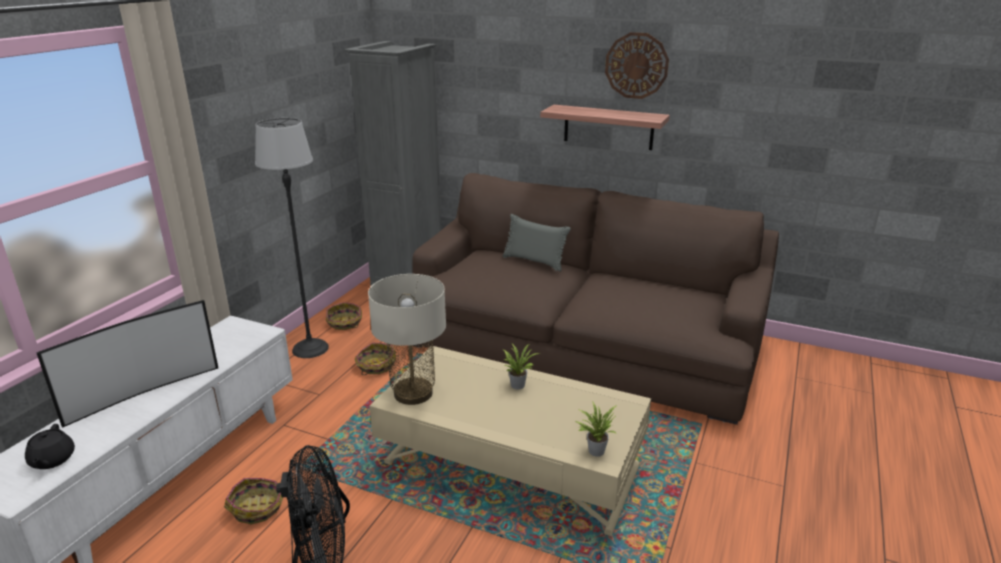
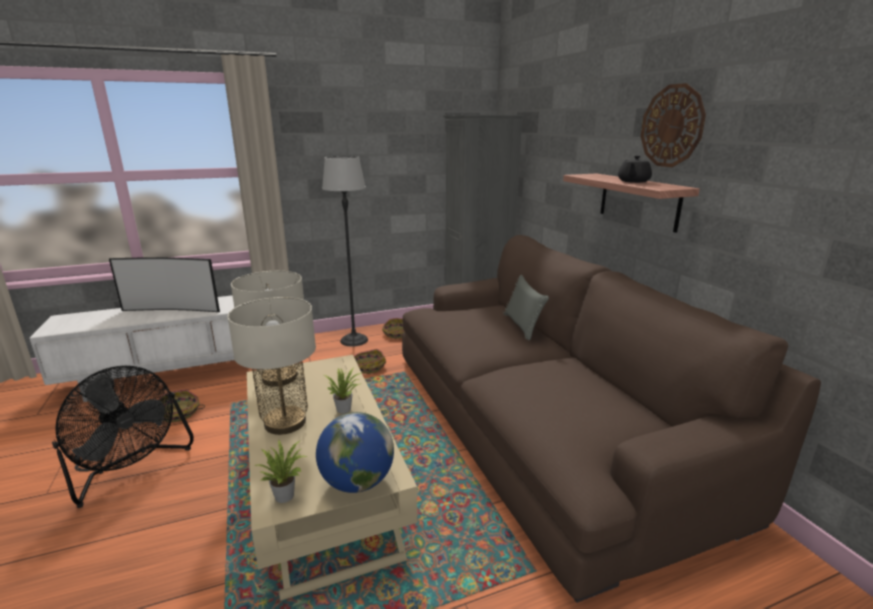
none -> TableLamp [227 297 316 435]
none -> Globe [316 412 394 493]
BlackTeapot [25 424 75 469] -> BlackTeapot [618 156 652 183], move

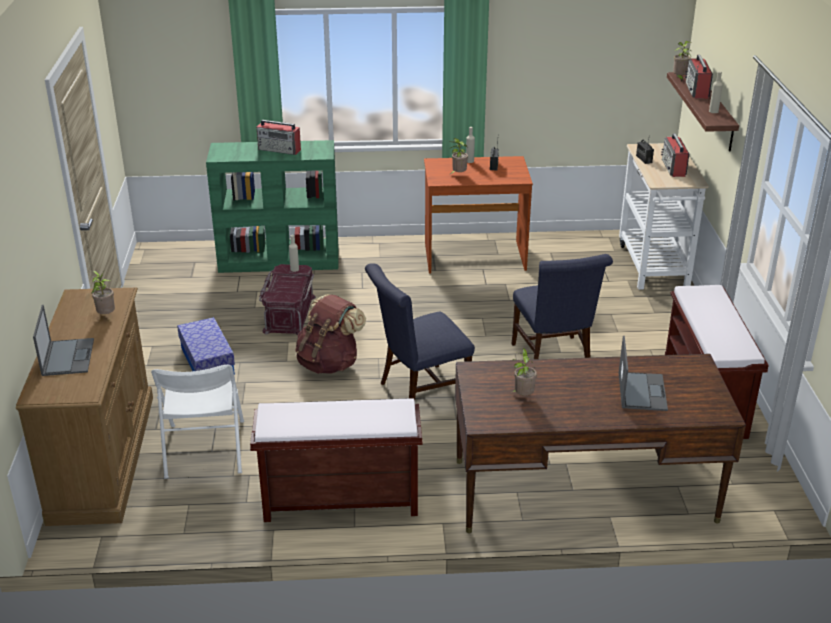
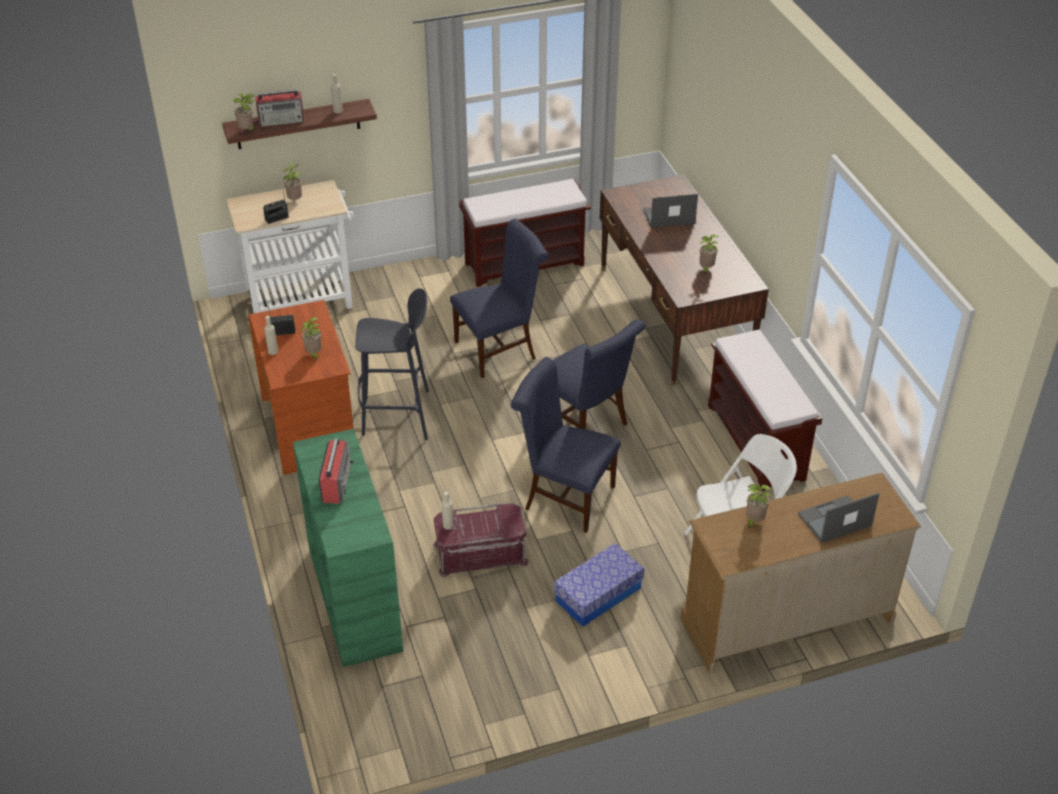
none -> GreyStool [355 289 429 440]
BrownBackpack [295 294 366 374] -> BlueChair [511 357 621 533]
Radio [661 133 689 177] -> PottedPlant [283 162 302 200]

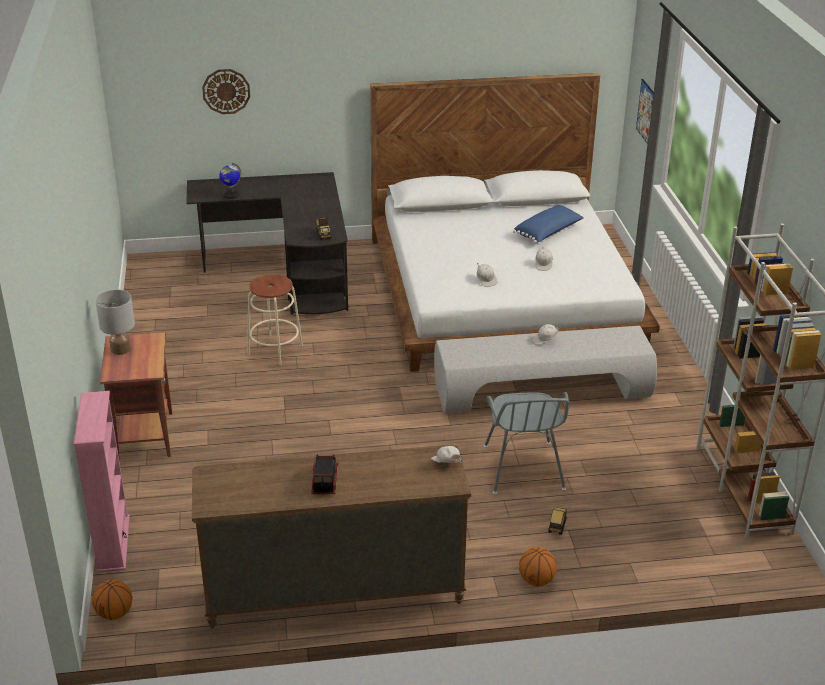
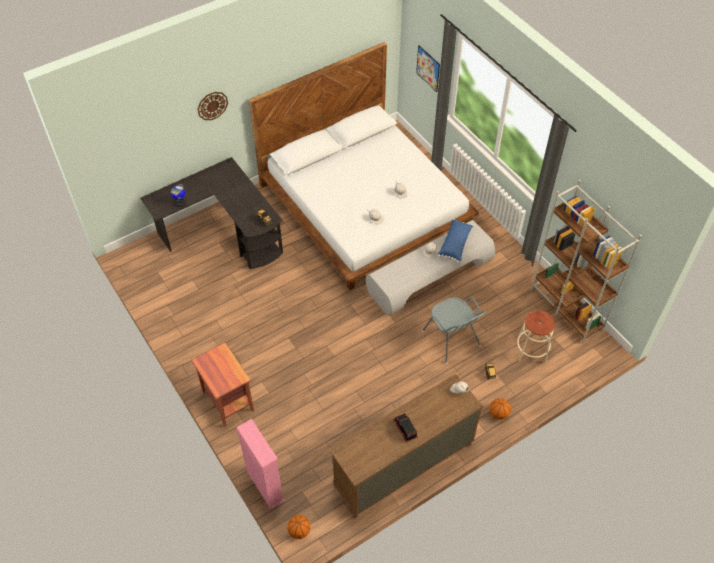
GreyTableLamp [95 290 135 355] -> none
WallClock [202 69 250 114] -> WallClock [198 92 228 120], move
BeigeStool [247 274 303 366] -> BeigeStool [517 311 555 364], move
BluePillow [513 205 584 243] -> BluePillow [438 219 473 262], move

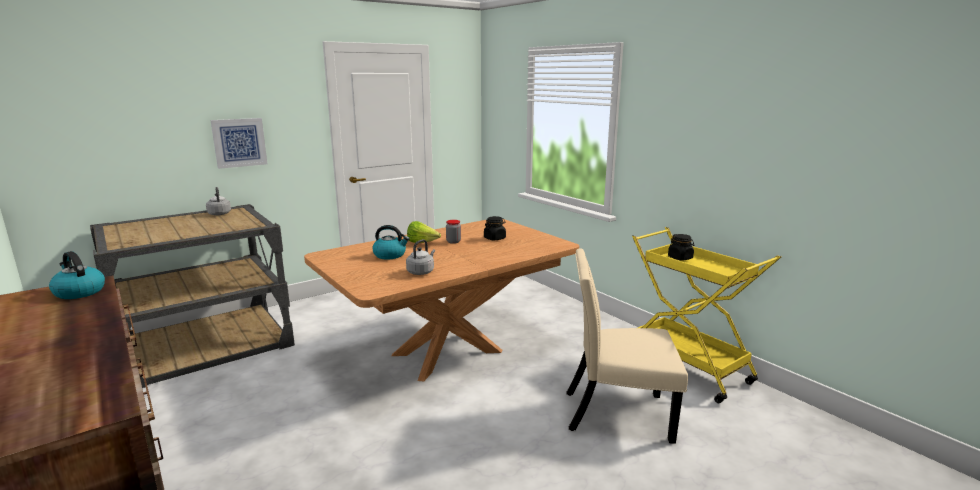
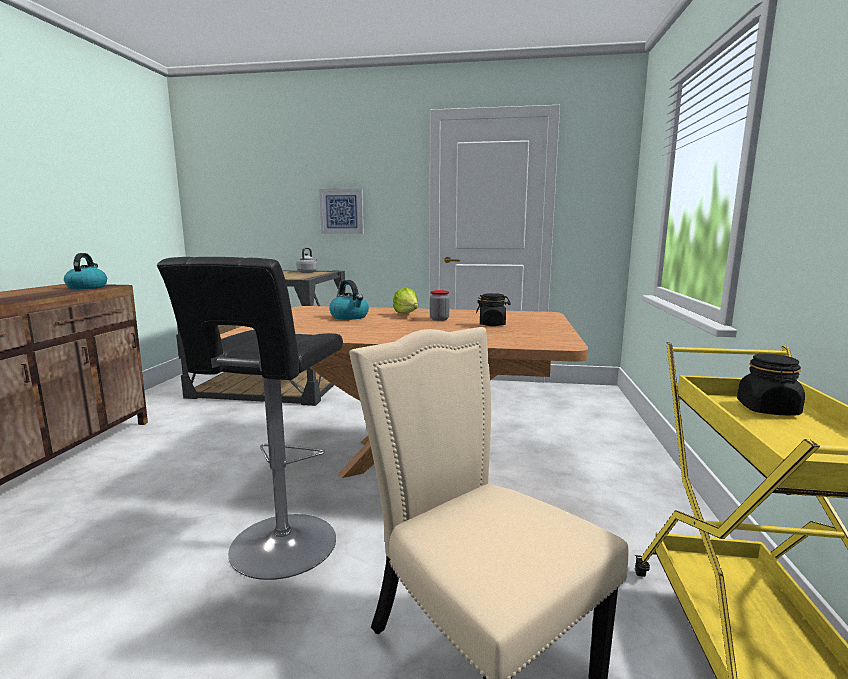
GreyKettle [406 239 435 275] -> none
none -> BlackStool [157 257 343 580]

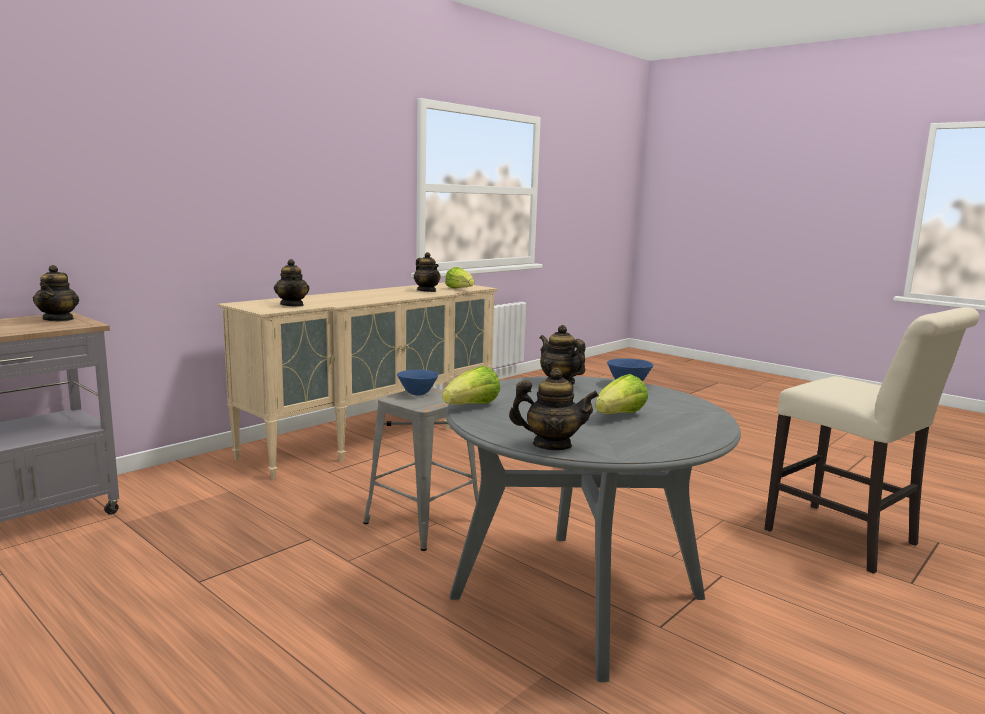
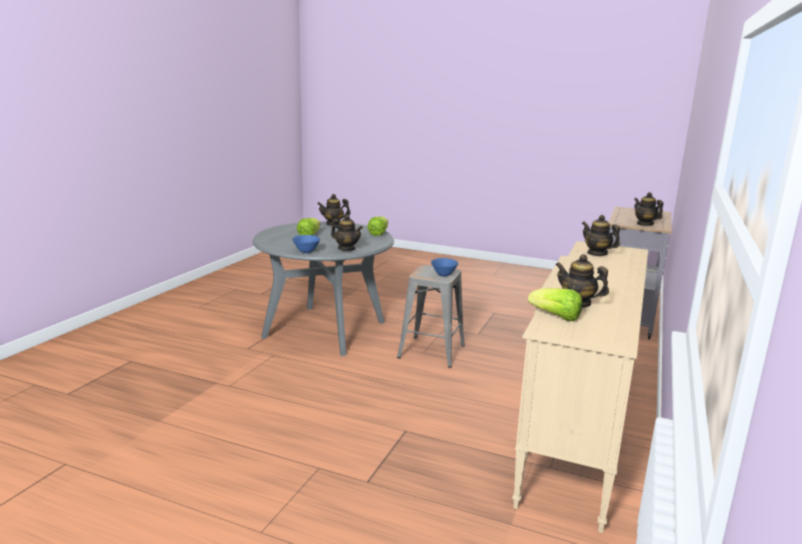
BeigeStool [764 307 979 574] -> none

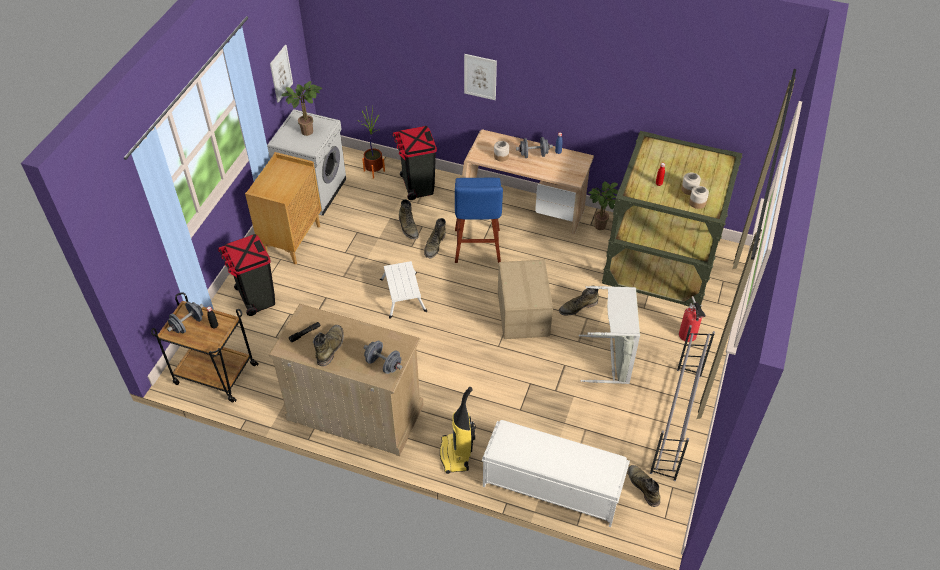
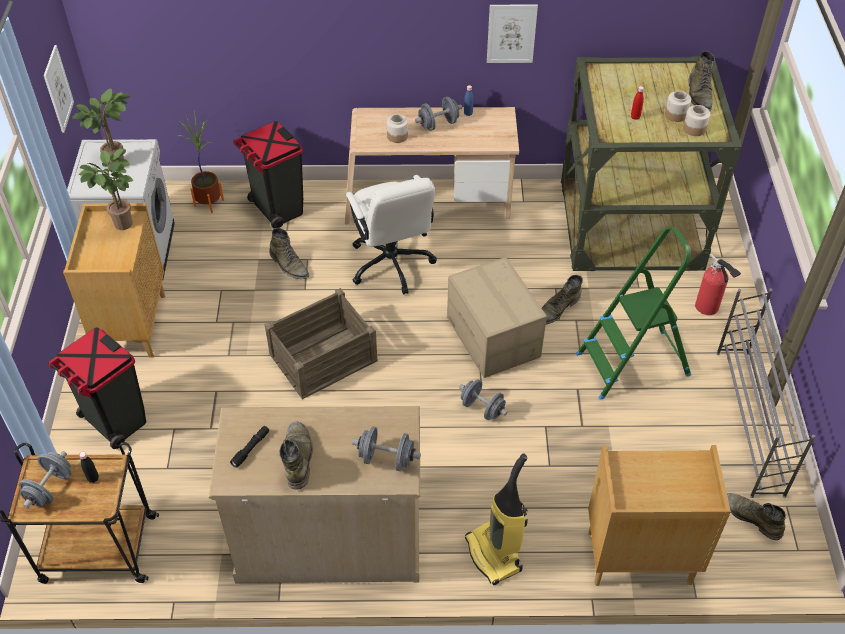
none -> GreyDumbbell [459 380 507 420]
GreenBoot [424 218 446 259] -> GreenBoot [688 51 715 111], move
Picture [464 54 497 100] -> Picture [487 5 538 63], move
PottedPlant [588 181 618 230] -> PottedPlant [79 149 133 230], move
WhiteStepLadder [380 261 427 319] -> Crate [265 288 378 399]
BlueStool [455 178 503 263] -> WhiteOfficeChair [346 175 437 295]
WhiteBench [482 420 630 527] -> BrownCabinet [588 445 731 586]
GreyLaundryBasket [579 286 640 384] -> GreenStepLadder [576 227 691 400]

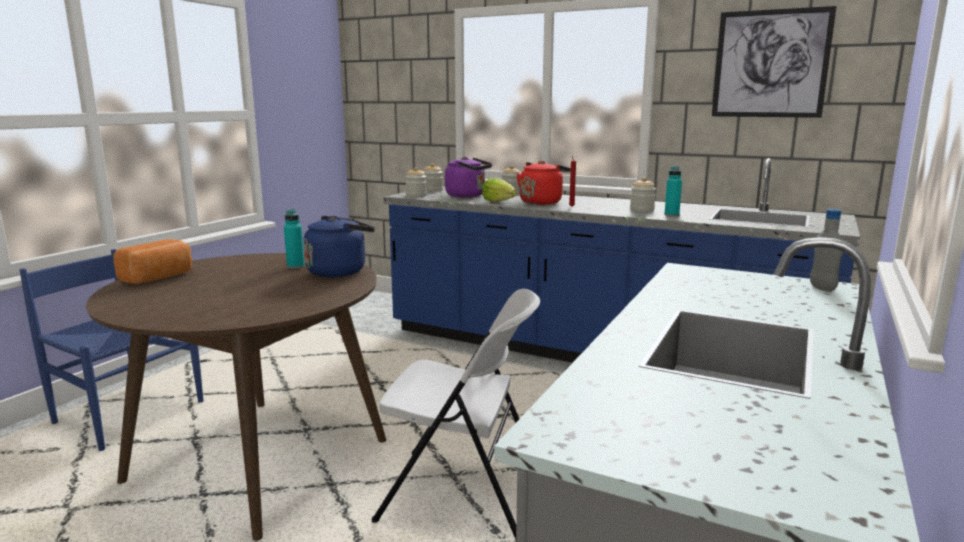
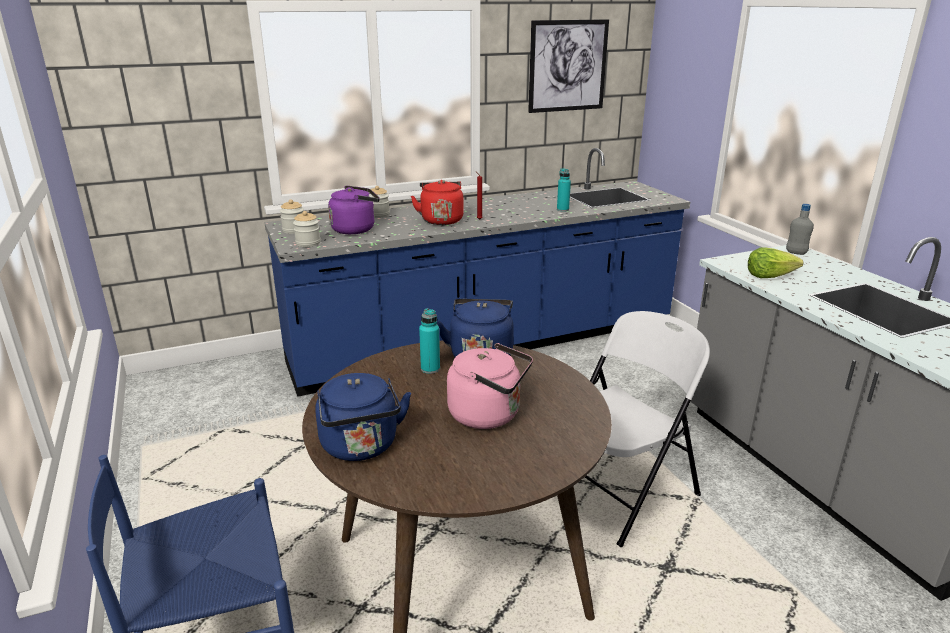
Jar [630 177 656 212] -> none
none -> PinkKettle [447 343 533 429]
Lettuce [482 178 517 202] -> Lettuce [748 247 803 278], move
Bread [114 239 192 284] -> BlueKettle [316 373 411 461]

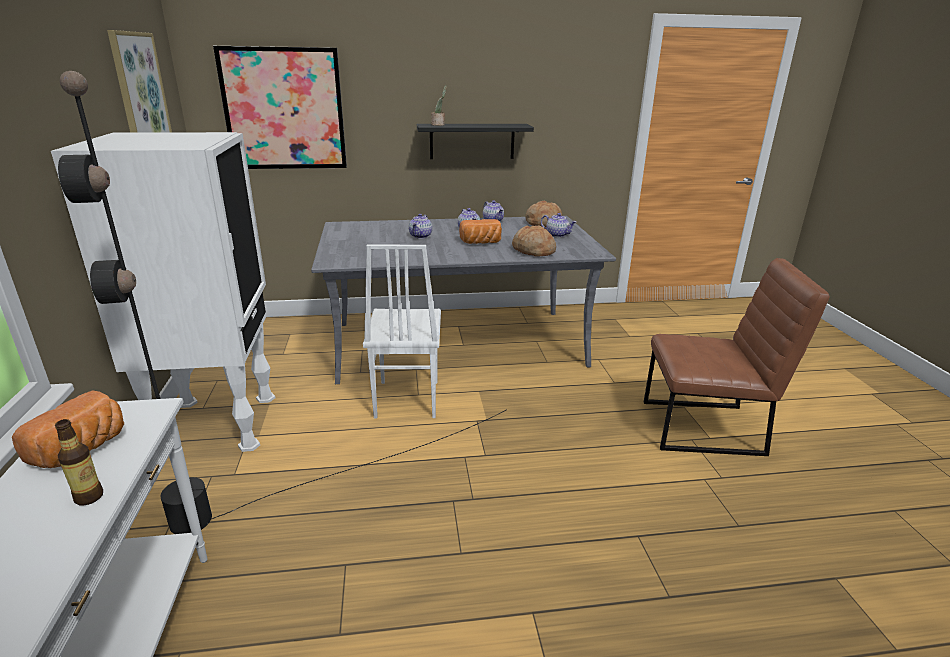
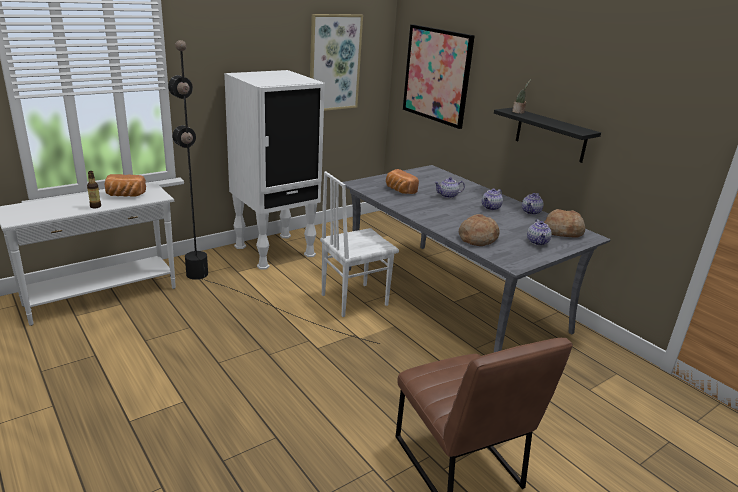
Bread [459 219 502 244] -> Bread [386 169 419 194], move

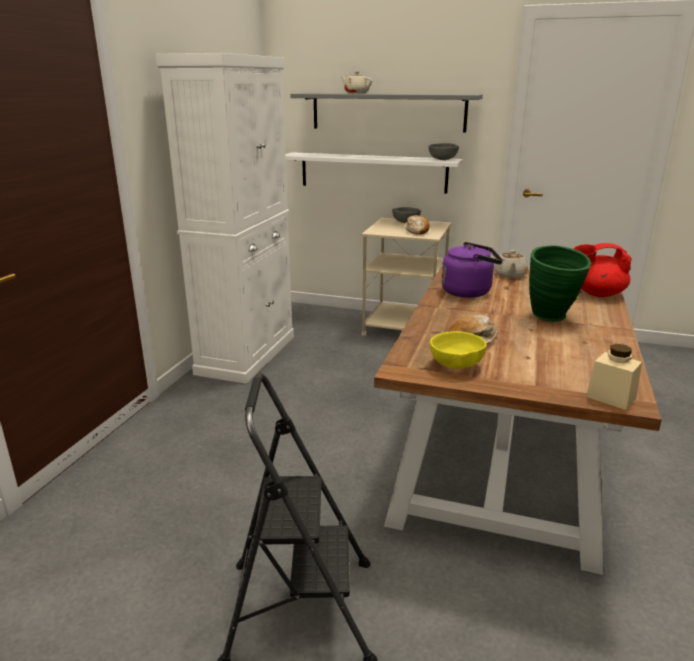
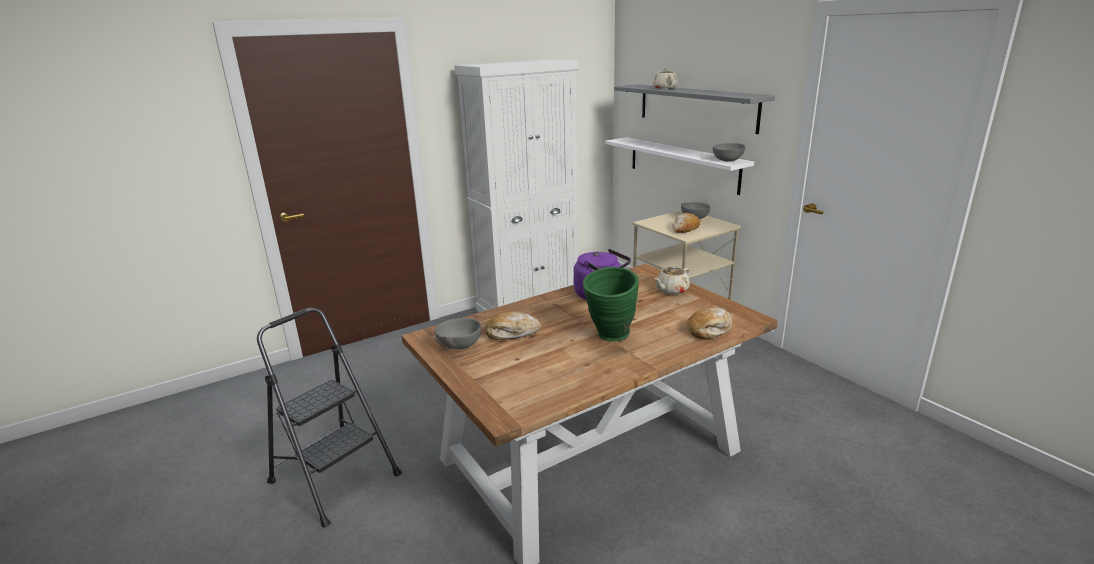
BeigeJar [586 344 642 410] -> none
RedTeapot [574 243 632 297] -> Bread [687 307 732 339]
YellowBowl [430 331 487 369] -> GreyBowl [435 318 481 349]

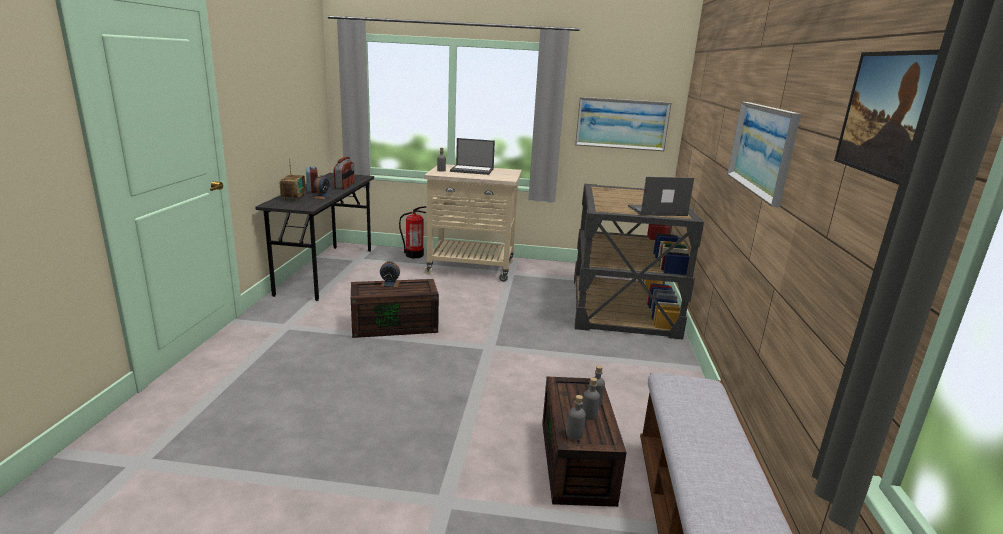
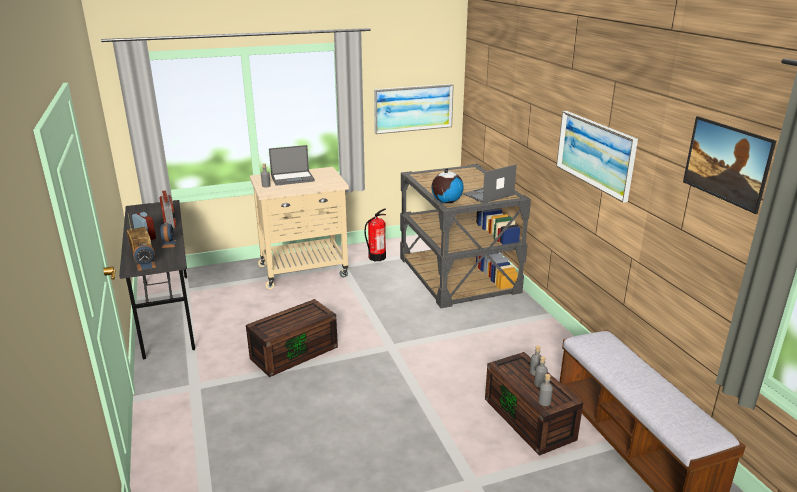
none -> Globe [432 168 464 203]
AlarmClock [380 261 400 287] -> AlarmClock [133 243 156 271], move
FireExtinguisher [399 206 426 258] -> FireExtinguisher [364 208 386 261], move

